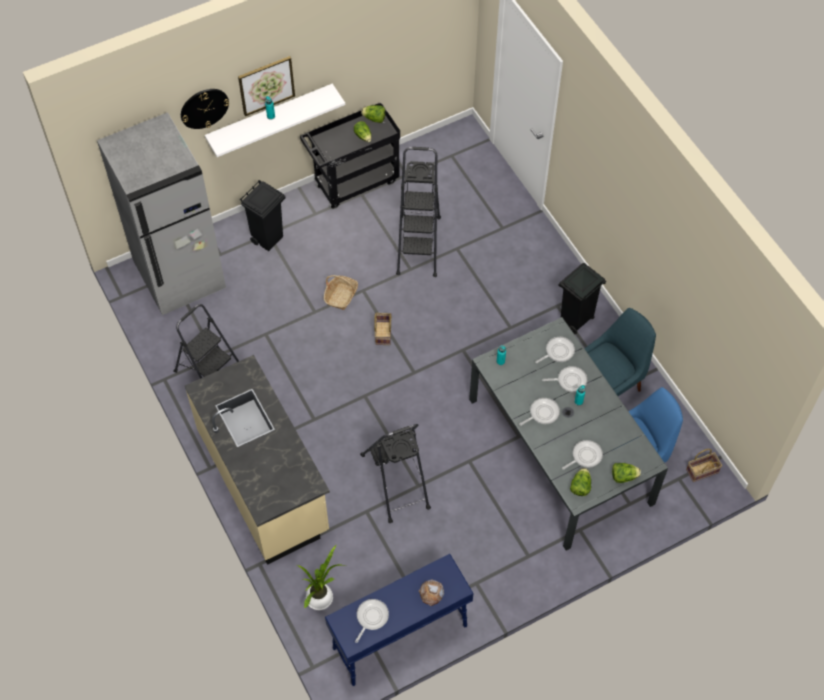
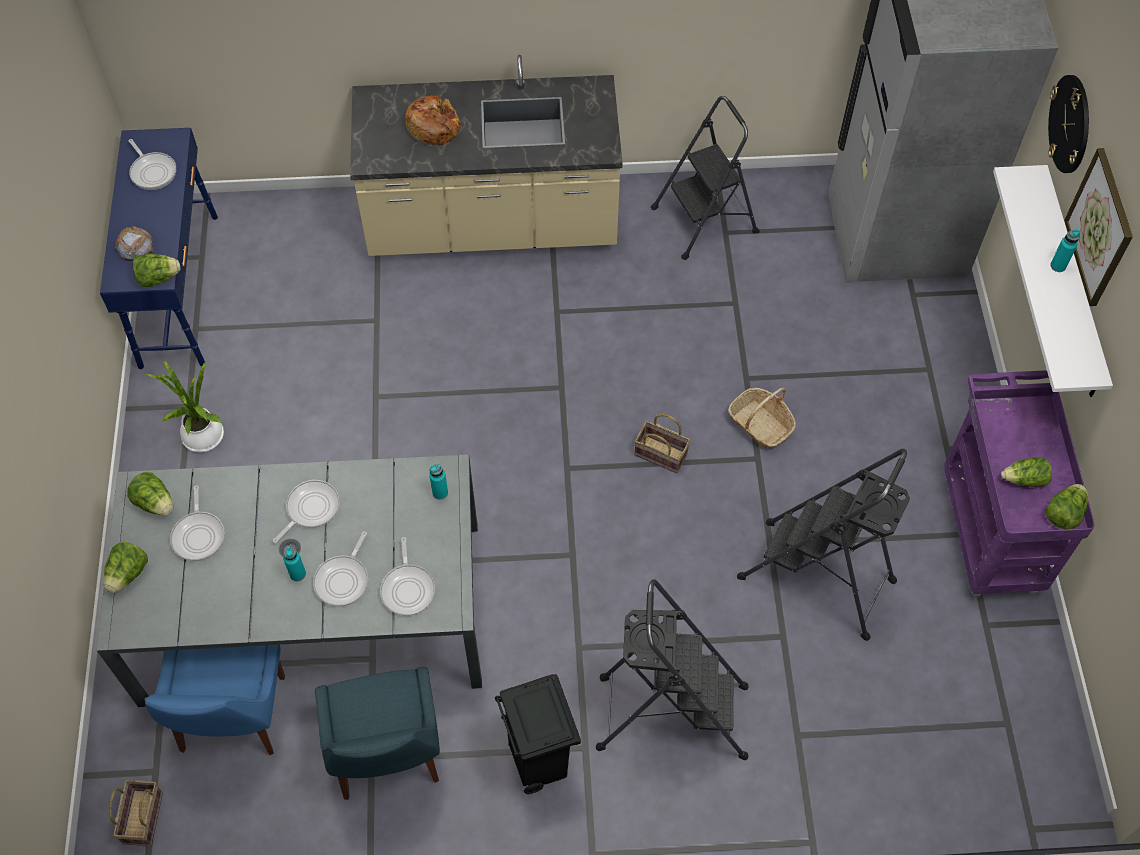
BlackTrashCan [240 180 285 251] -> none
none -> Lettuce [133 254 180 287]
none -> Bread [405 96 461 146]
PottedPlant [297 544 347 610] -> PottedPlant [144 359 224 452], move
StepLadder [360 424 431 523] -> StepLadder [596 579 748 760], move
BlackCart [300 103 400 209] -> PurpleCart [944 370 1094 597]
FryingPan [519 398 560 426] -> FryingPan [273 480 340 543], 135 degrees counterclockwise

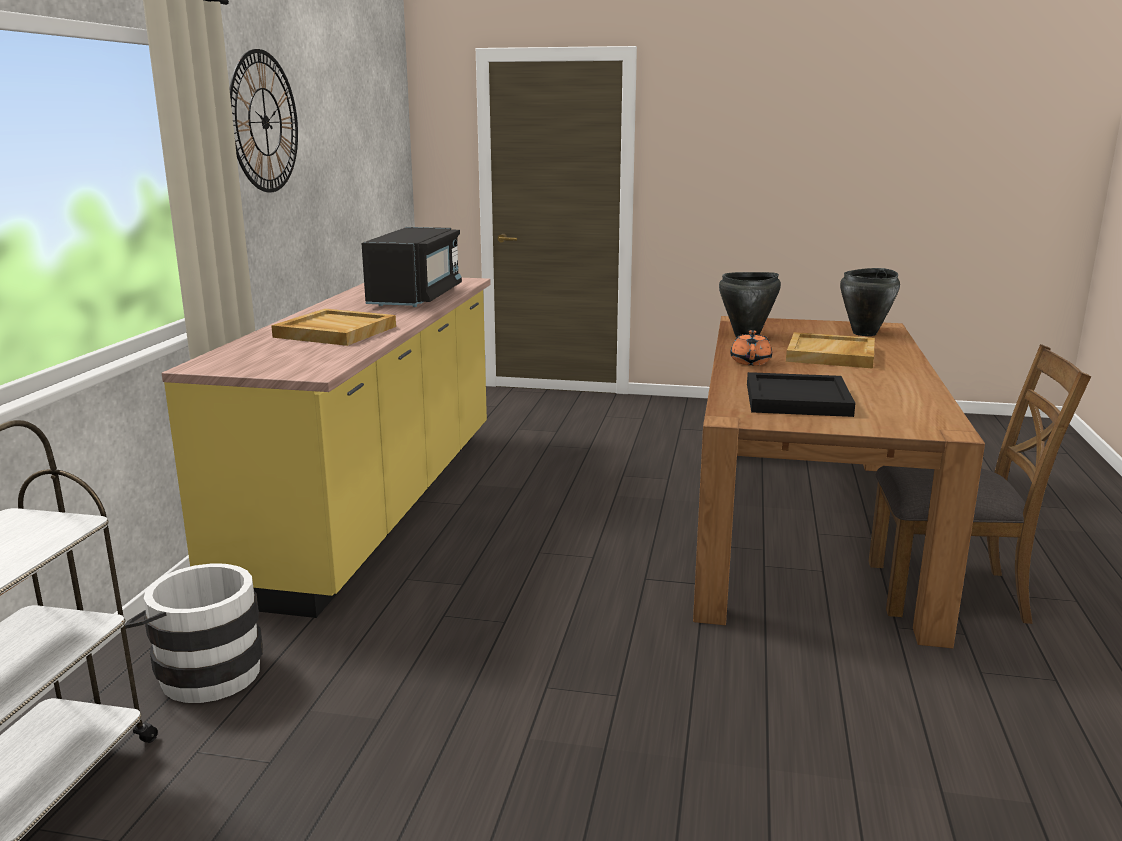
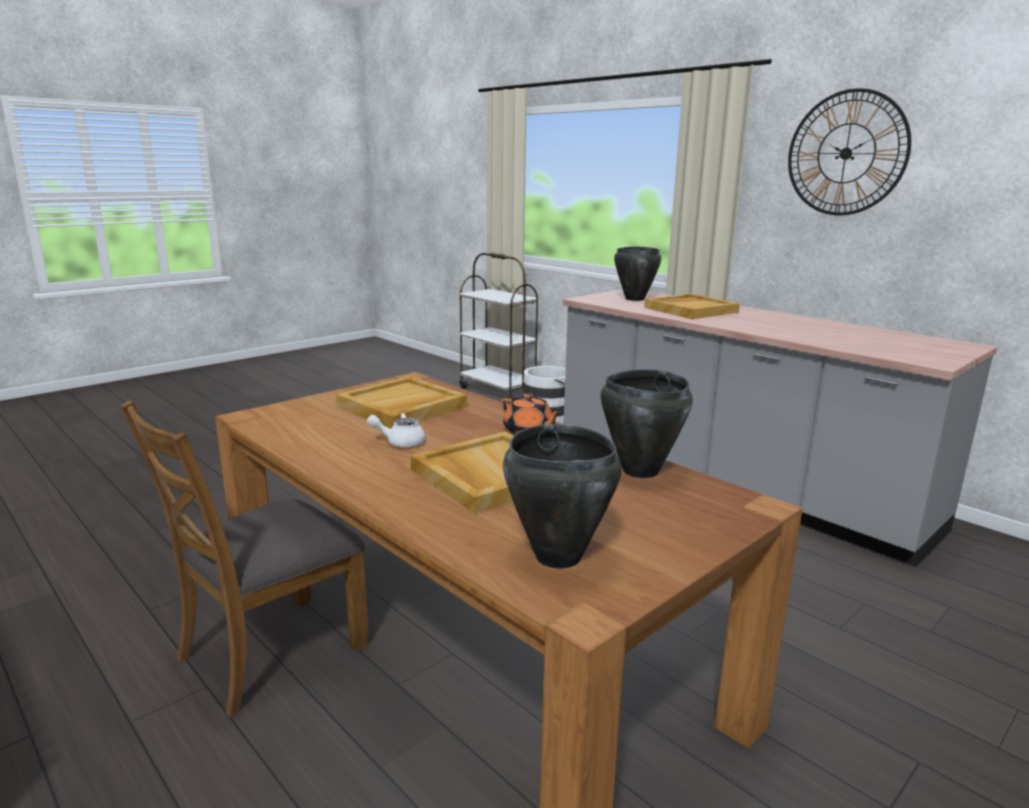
BlackMicrowave [361 227 462 307] -> none
none -> WhiteTeapot [367 413 426 447]
none -> BlackCookingPot [614 247 661 301]
YellowCounter [162 278 491 618] -> GreyCounter [563 289 997 567]
BlackTray [747 372 855 417] -> BeigeTray [336 376 467 429]

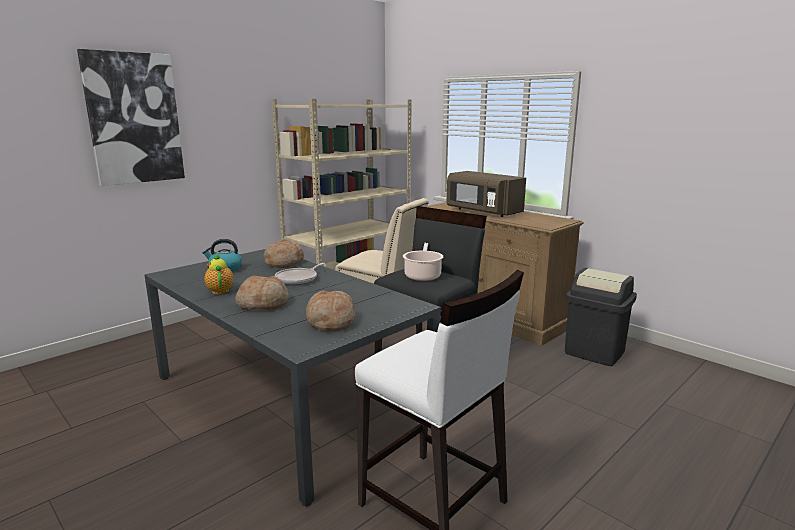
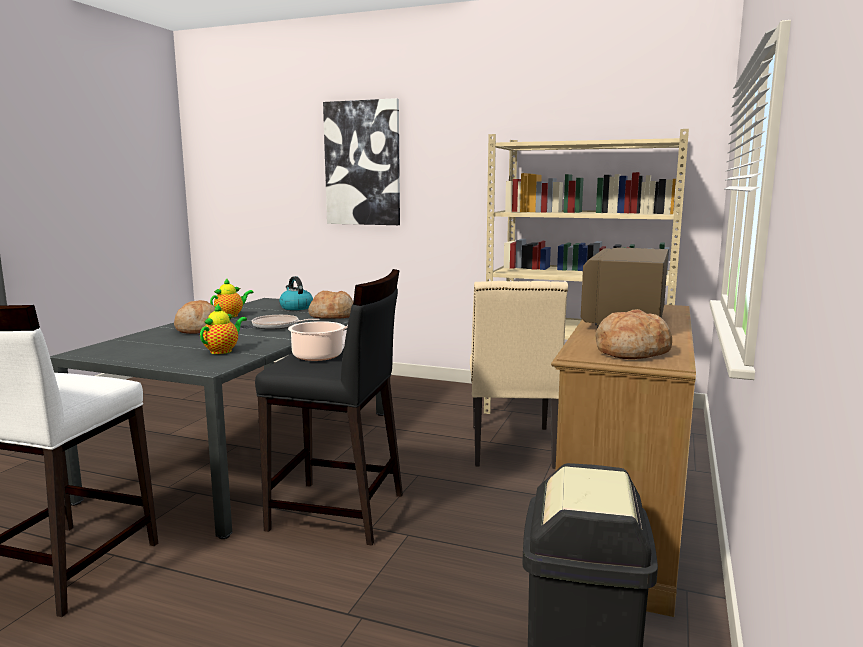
none -> Teapot [200 304 247 354]
Bread [306 290 356 331] -> Bread [595 309 672 359], move

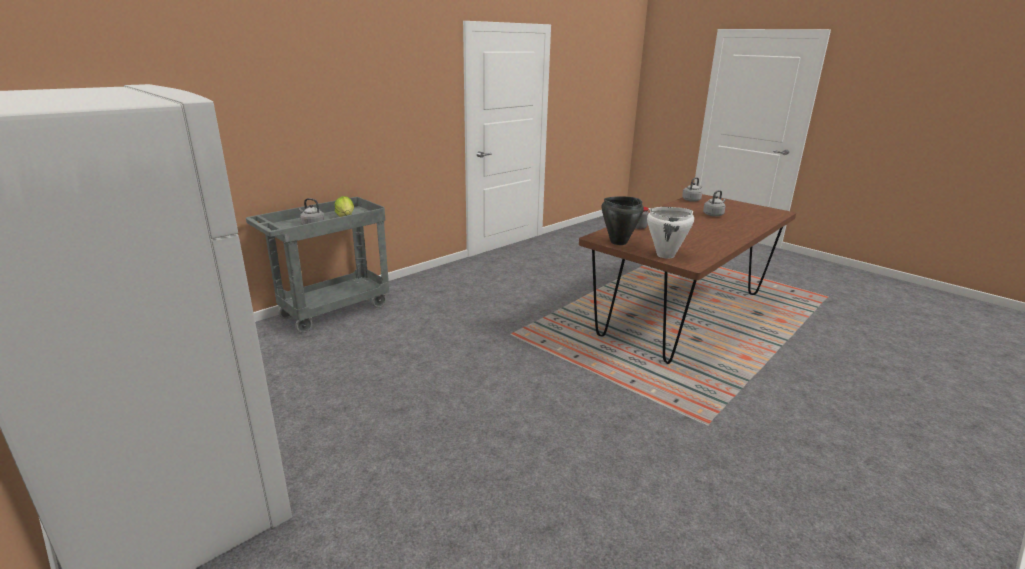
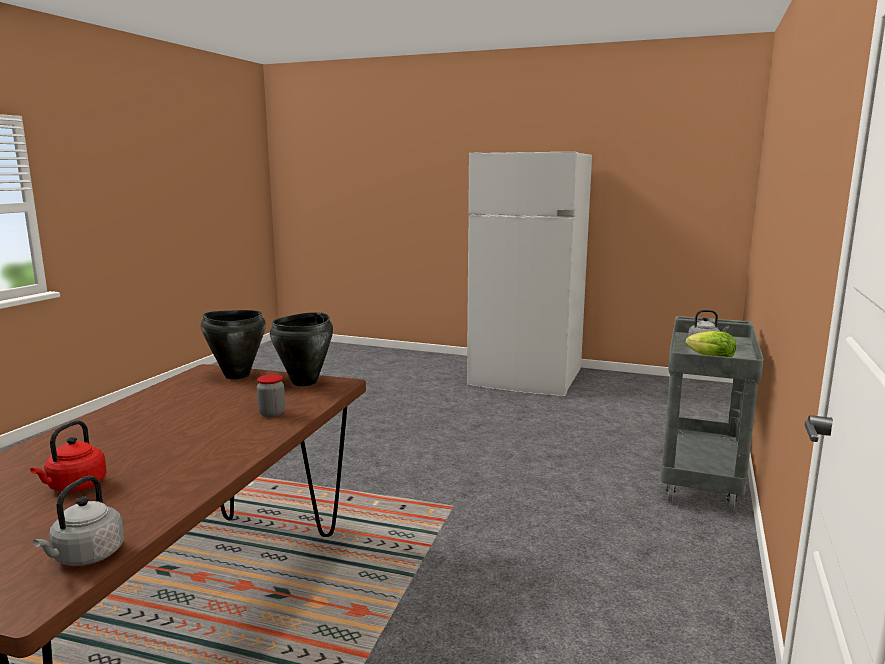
WhiteCookingPot [647 207 694 259] -> BlackCookingPot [201 310 266 379]
GreyKettle [703 190 725 217] -> RedKettle [30 420 107 492]

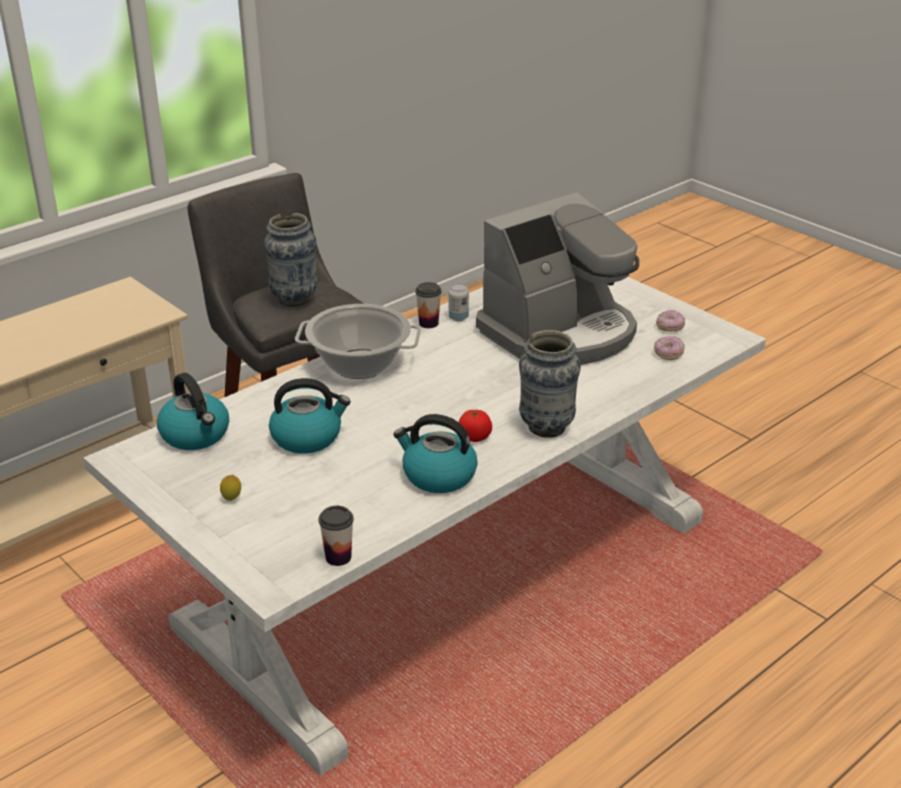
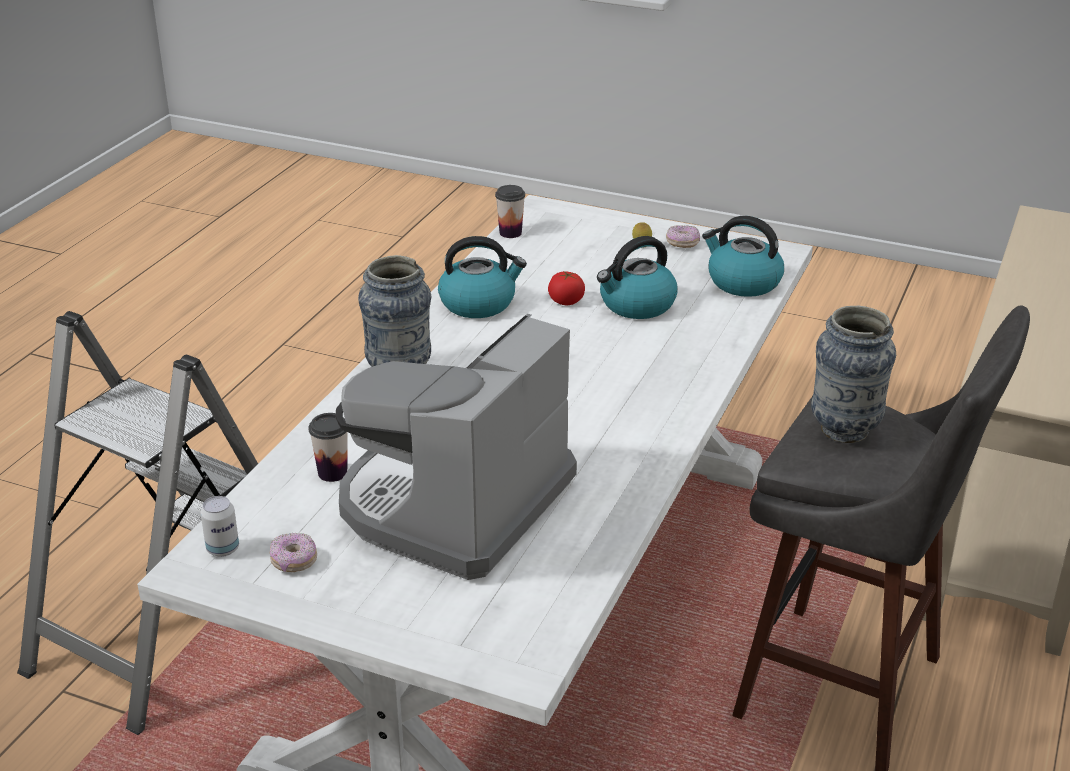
CookingPot [295 304 421 379] -> none
none -> GreyStepLadder [17 311 258 735]
Cup [415 282 442 328] -> Cup [309 413 348 482], move
Can [449 283 469 321] -> Can [200 496 239 557], move
Tomato [459 410 492 442] -> Tomato [548 271 585 305], move
Donut [654 336 685 360] -> Donut [666 225 700 248], move

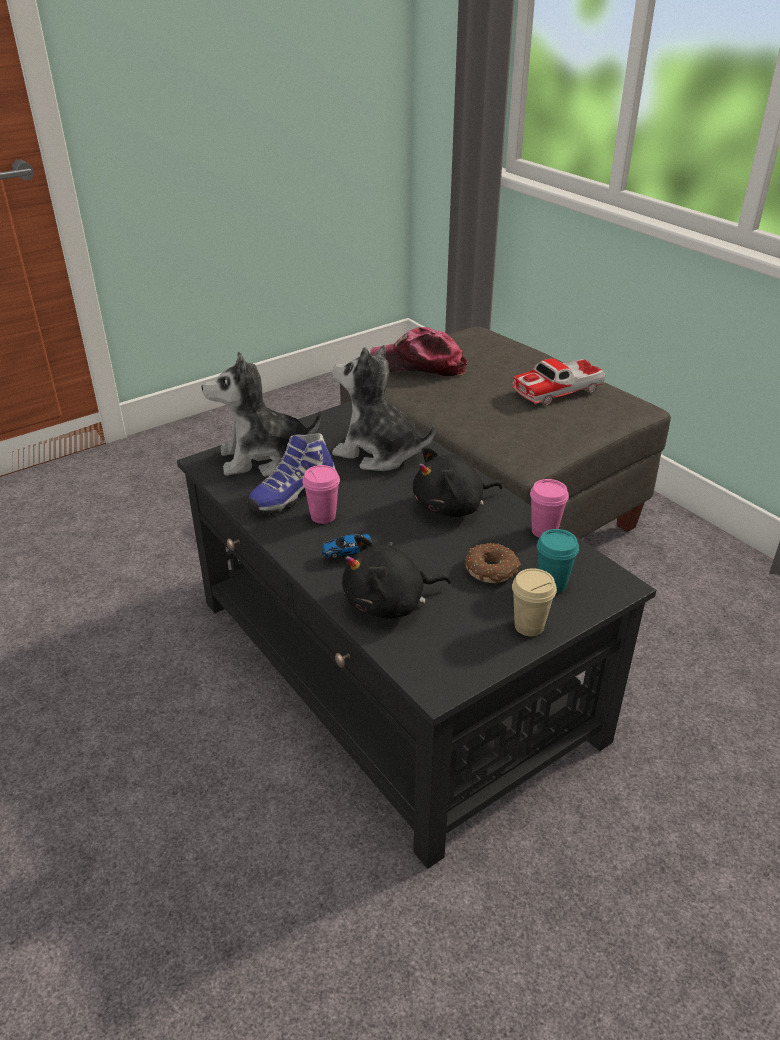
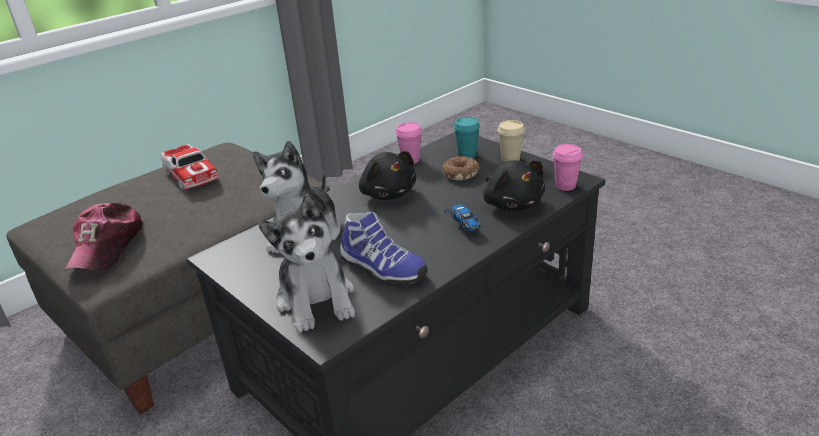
PinkCup [302 465 340 524] -> PinkCup [553 144 583 191], move

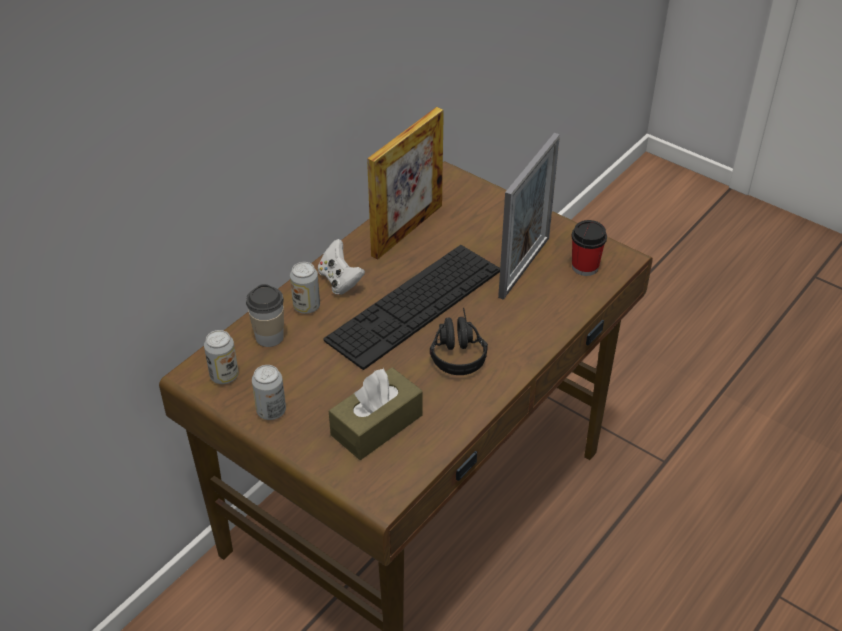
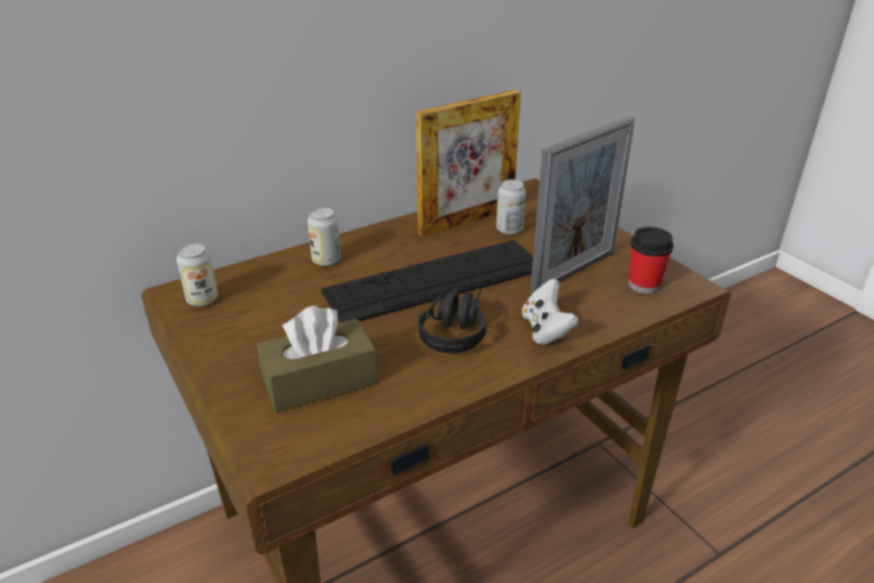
Cup [246 284 284 347] -> none
Can [252 365 286 420] -> Can [496 179 526 235], move
WhiteGameController [318 239 365 295] -> WhiteGameController [522 279 579 345], move

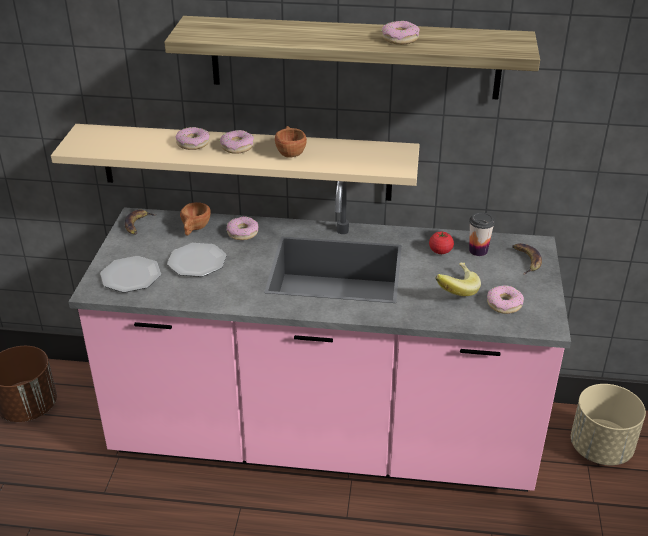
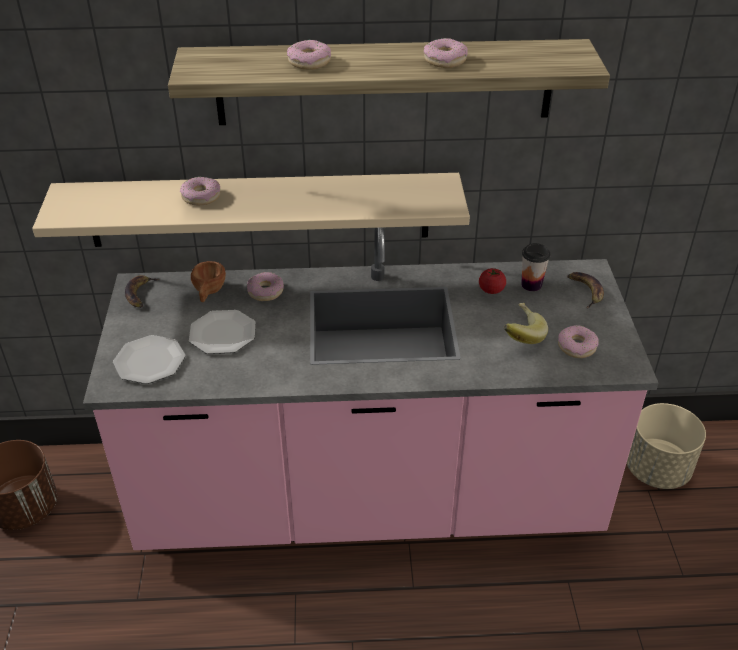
BrownCup [275 126 307 158] -> none
Donut [220 130 254 154] -> Donut [287 40 331 70], move

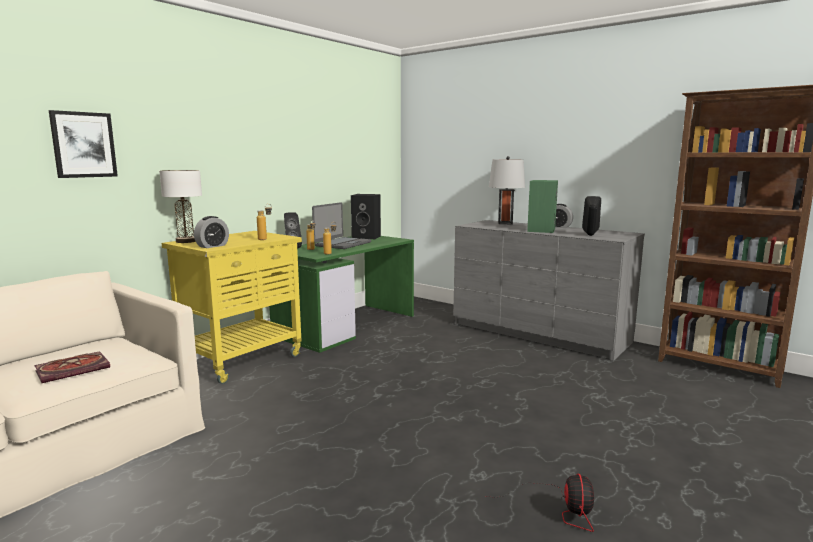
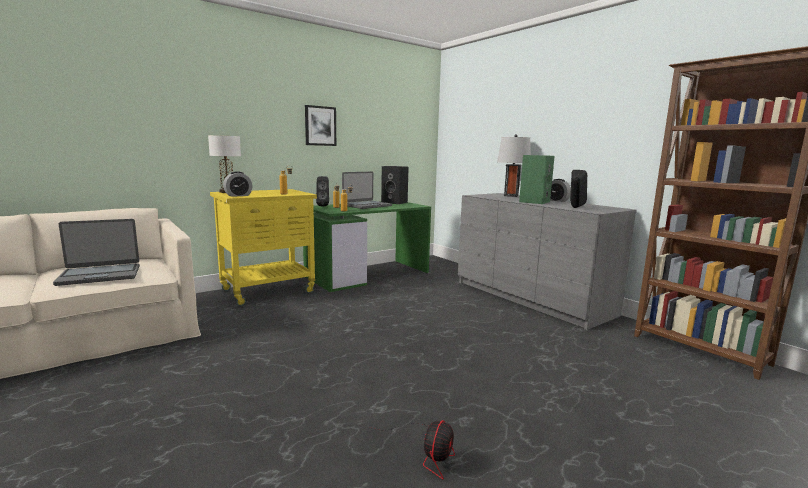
Picture [49 110 118 178] -> Picture [305 105 336 146], move
Book [34 351 110 383] -> Laptop [53 219 140 286]

